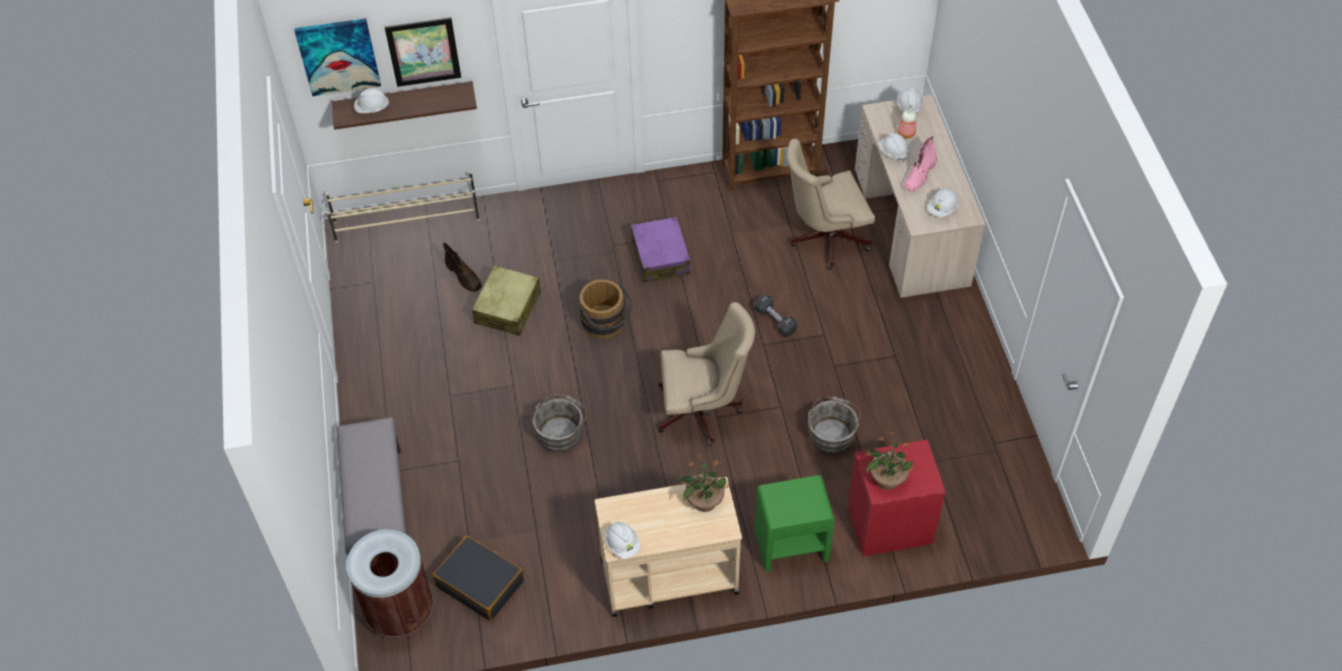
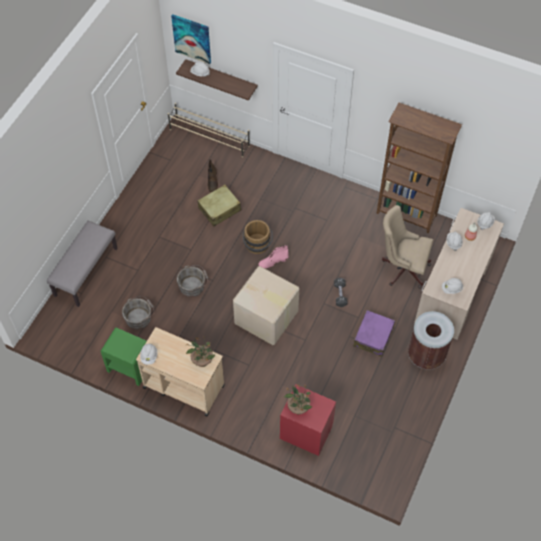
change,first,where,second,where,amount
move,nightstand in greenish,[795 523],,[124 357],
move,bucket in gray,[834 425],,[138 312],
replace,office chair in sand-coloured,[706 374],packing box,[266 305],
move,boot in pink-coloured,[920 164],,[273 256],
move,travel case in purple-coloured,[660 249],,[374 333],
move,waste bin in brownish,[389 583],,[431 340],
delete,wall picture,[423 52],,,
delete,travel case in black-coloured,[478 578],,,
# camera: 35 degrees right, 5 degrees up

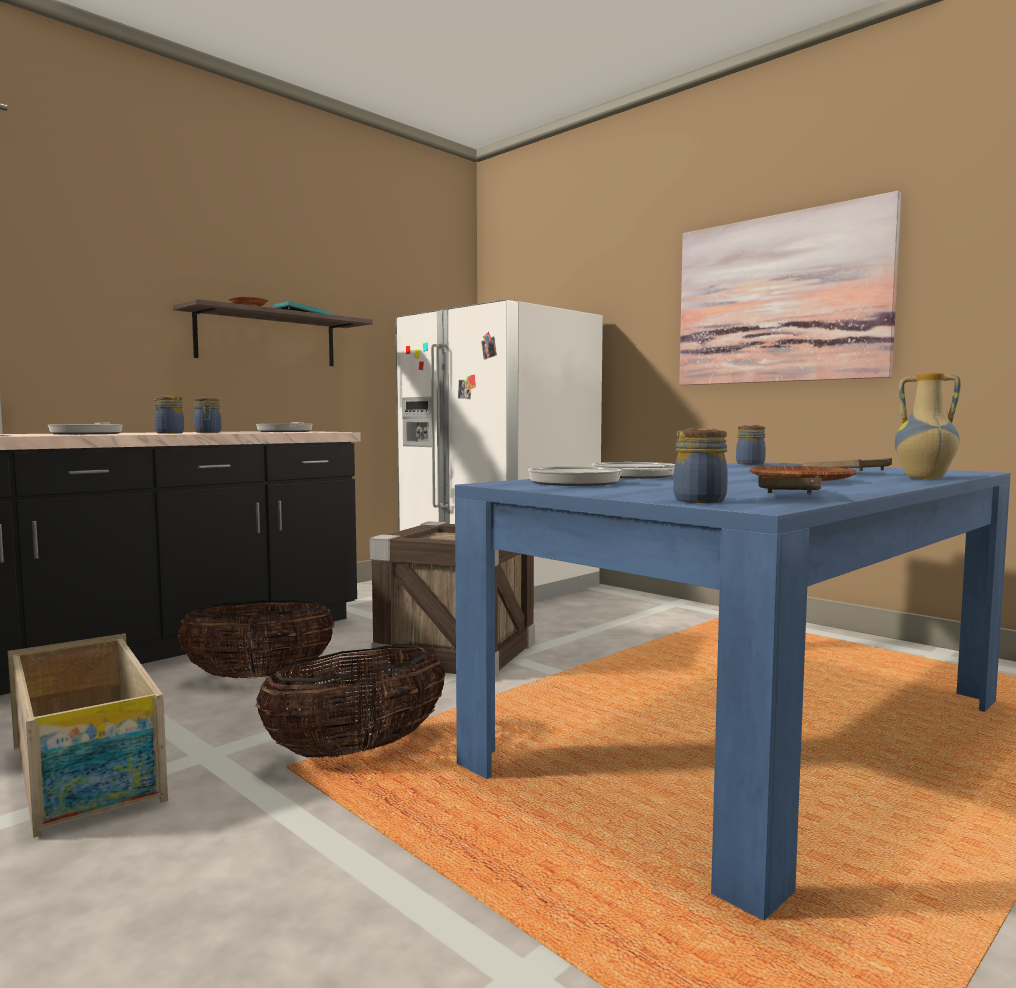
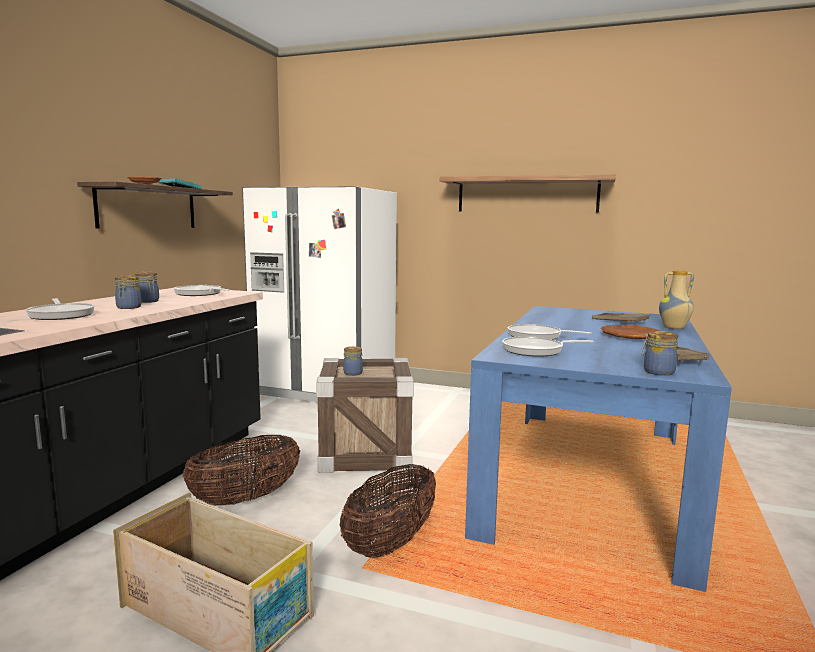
change,first,where,second,where,amount
move,preserve jar,[751 445],,[353 361],
replace,wall picture,[790 288],bracket shelf,[528 193],
# camera: 25 degrees left, 5 degrees up

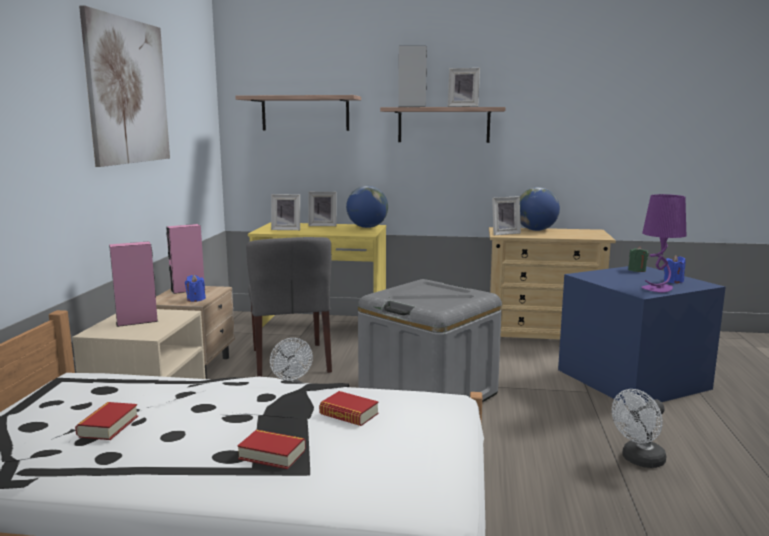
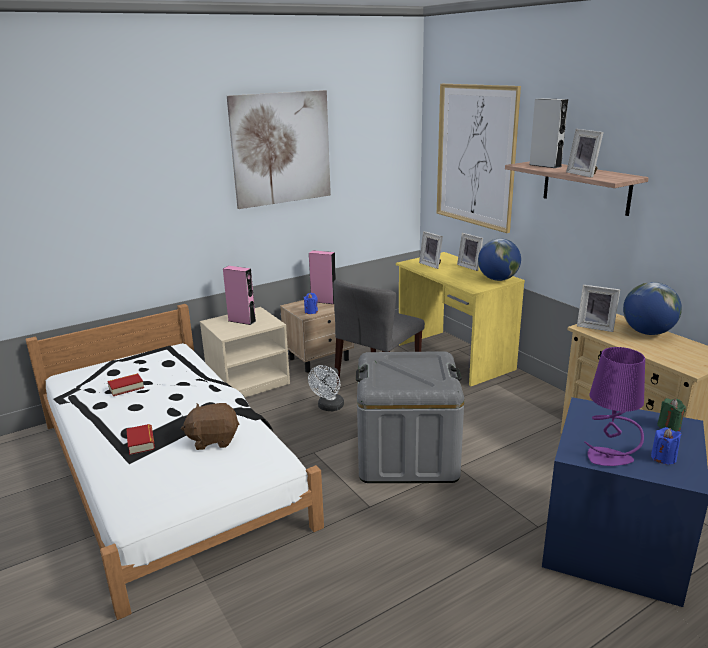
change,first,where,second,where,amount
replace,volume,[349 408],cuddly toy in brownish,[210 426],
replace,bracket shelf,[298 113],wall picture,[479 158],
delete,fan in white-coloured,[639 428],,,
# camera: 50 degrees right, 10 degrees up

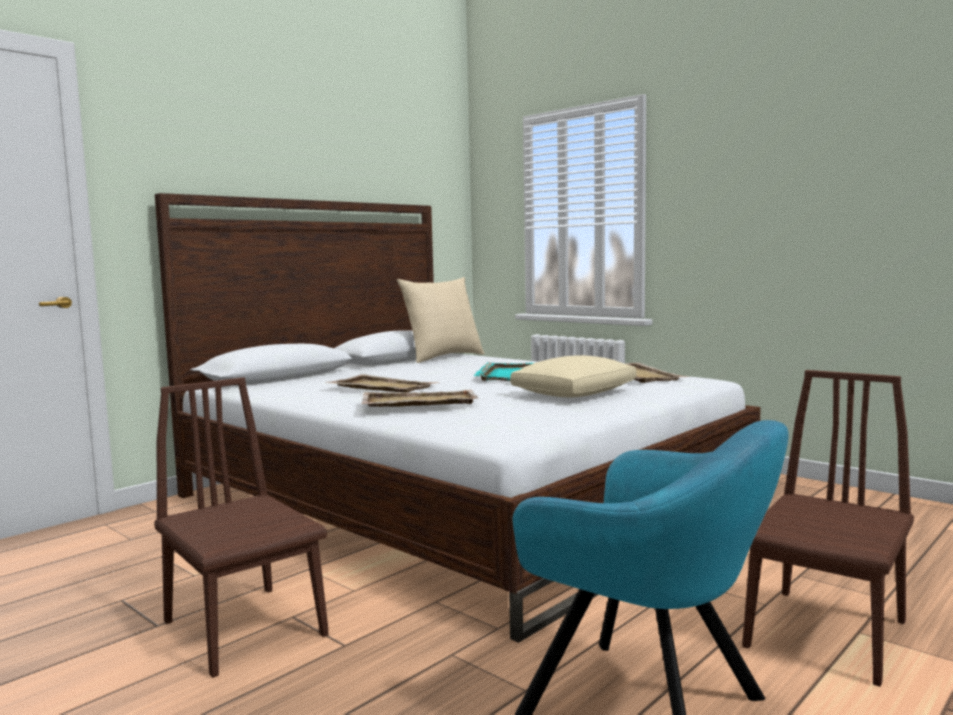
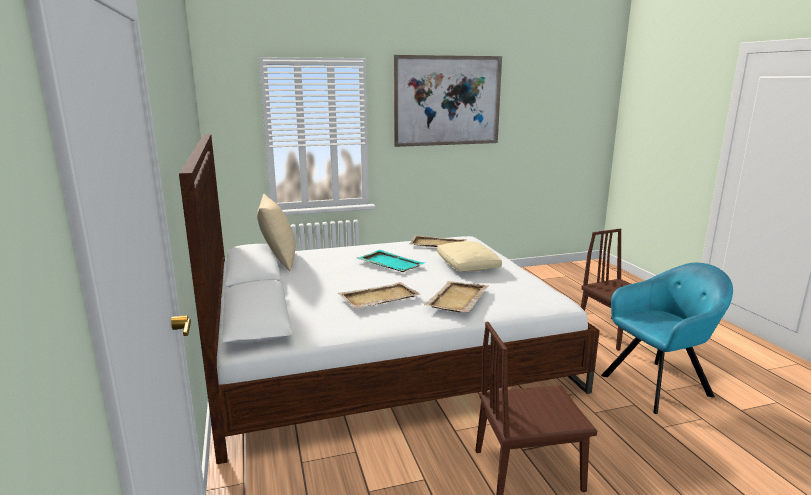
change,first,where,second,where,amount
insert,,,wall picture,[448 101],
# camera: 60 degrees left, 10 degrees up

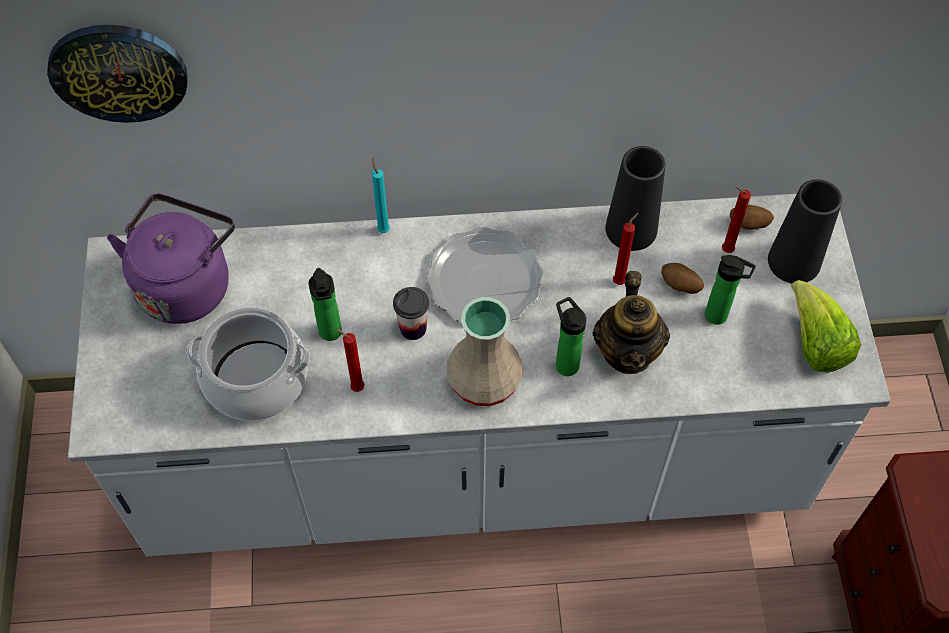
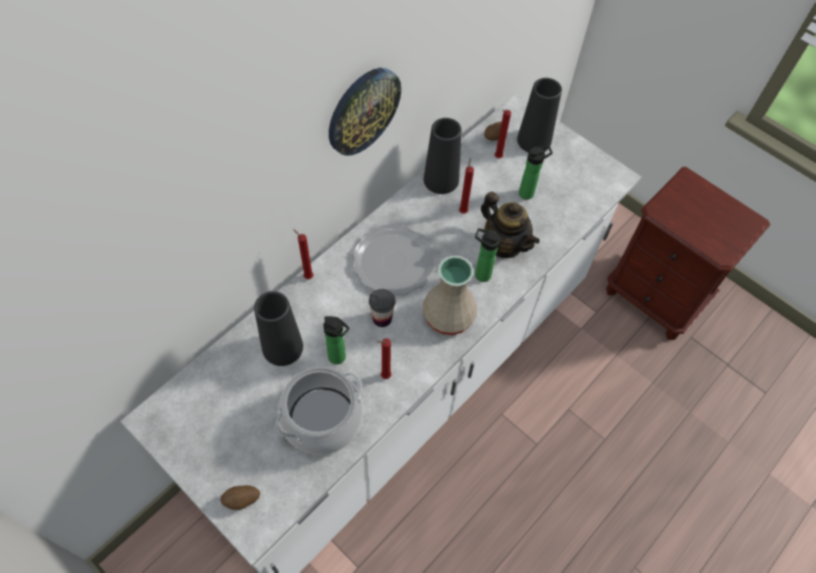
change,first,where,second,where,amount
move,spud,[682 278],,[240 497],
insert,,,vase in black-coloured,[278 328],
recolor,wax light in turquoise,[381 195],wax light in red-coloured,[303 254],
move,hanging clock,[117 74],,[365 112],
delete,water kettle in purple-coloured,[171 259],,,
delete,head of lettuce,[826 326],,,
# camera: 45 degrees left, 0 degrees up

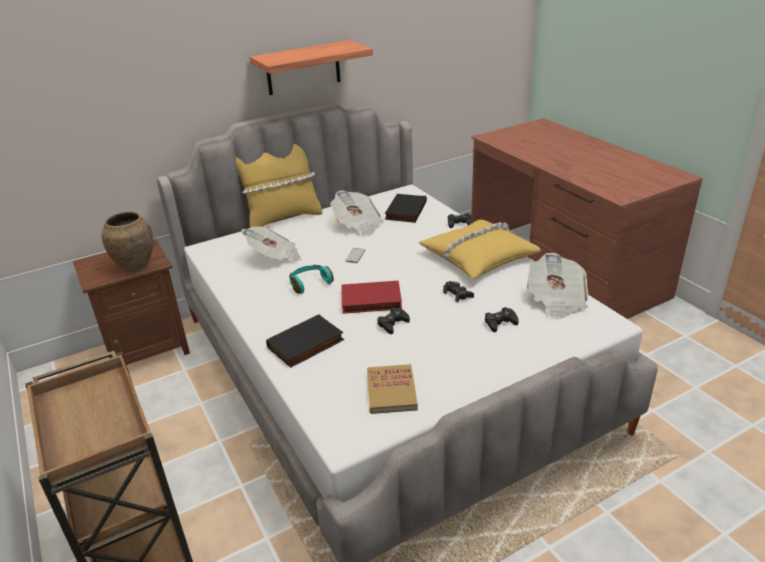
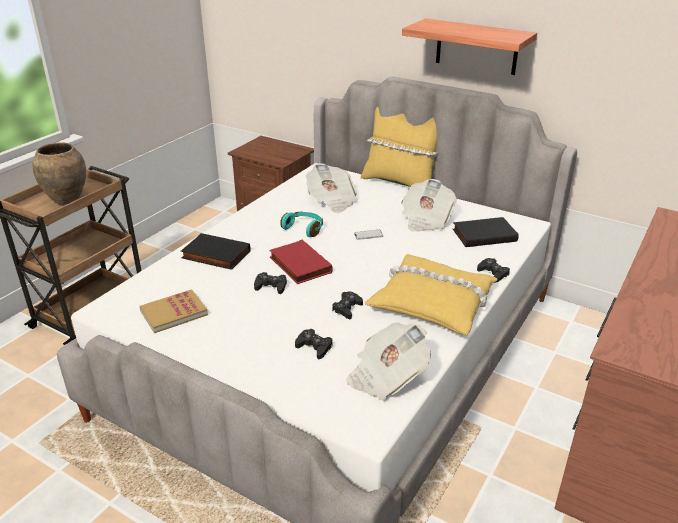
change,first,where,second,where,amount
move,vase in brownish,[127 242],,[59 173],
# camera: 60 degrees right, 0 degrees up

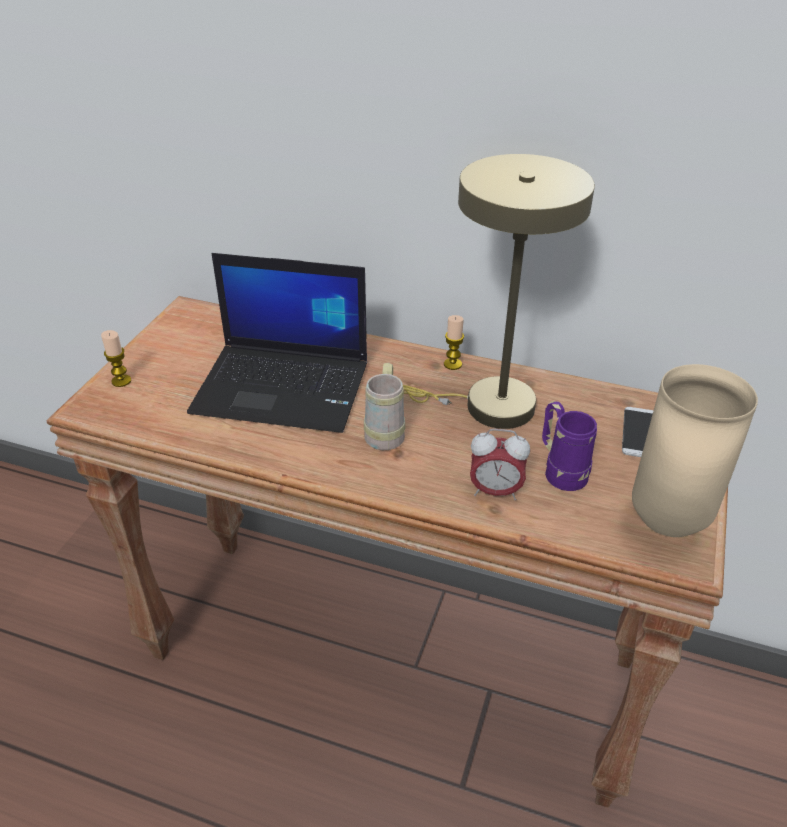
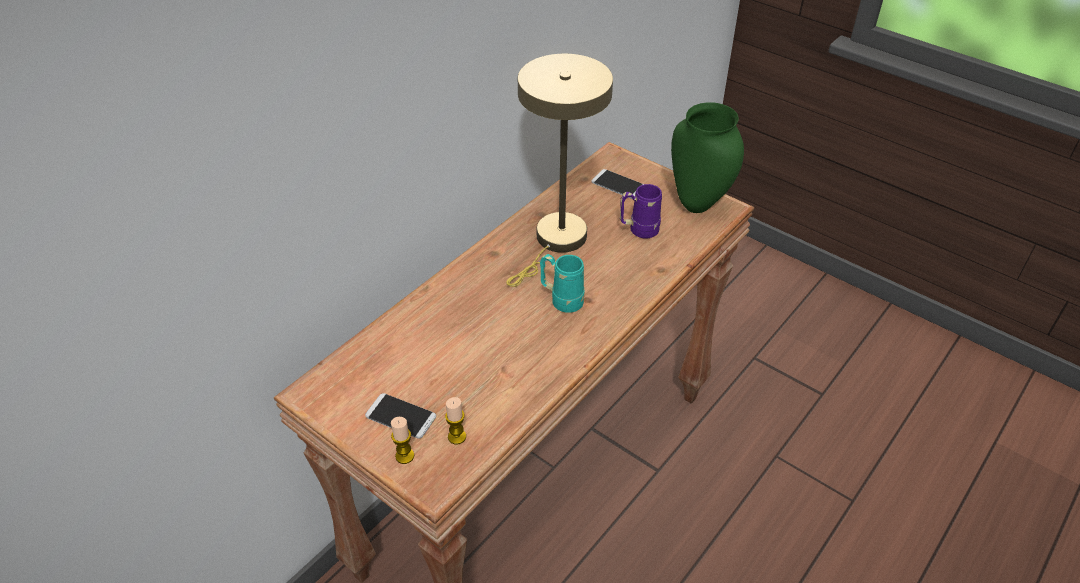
change,first,where,second,where,amount
insert,,,phone,[400 416],
move,wax light,[454 342],,[455 421],
recolor,tea mug in sand-coloured,[384 406],tea mug in turquoise,[562 283],
recolor,vase in sand-coloured,[695 450],vase in greenish,[707 157],
delete,portable computer,[277 343],,,
delete,table clock,[500 464],,,
# camera: 70 degrees left, 5 degrees up

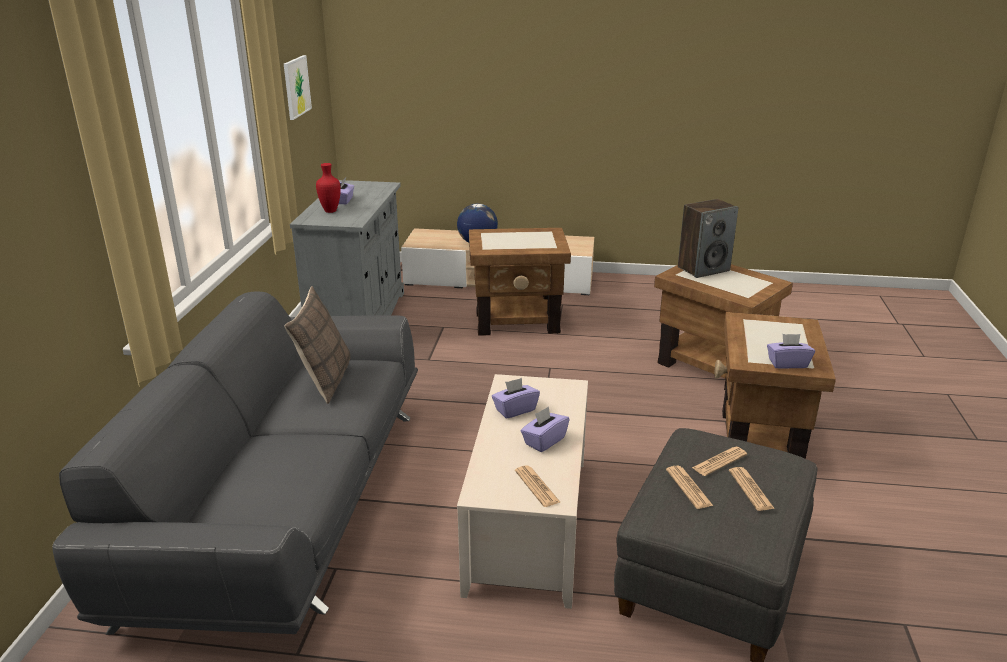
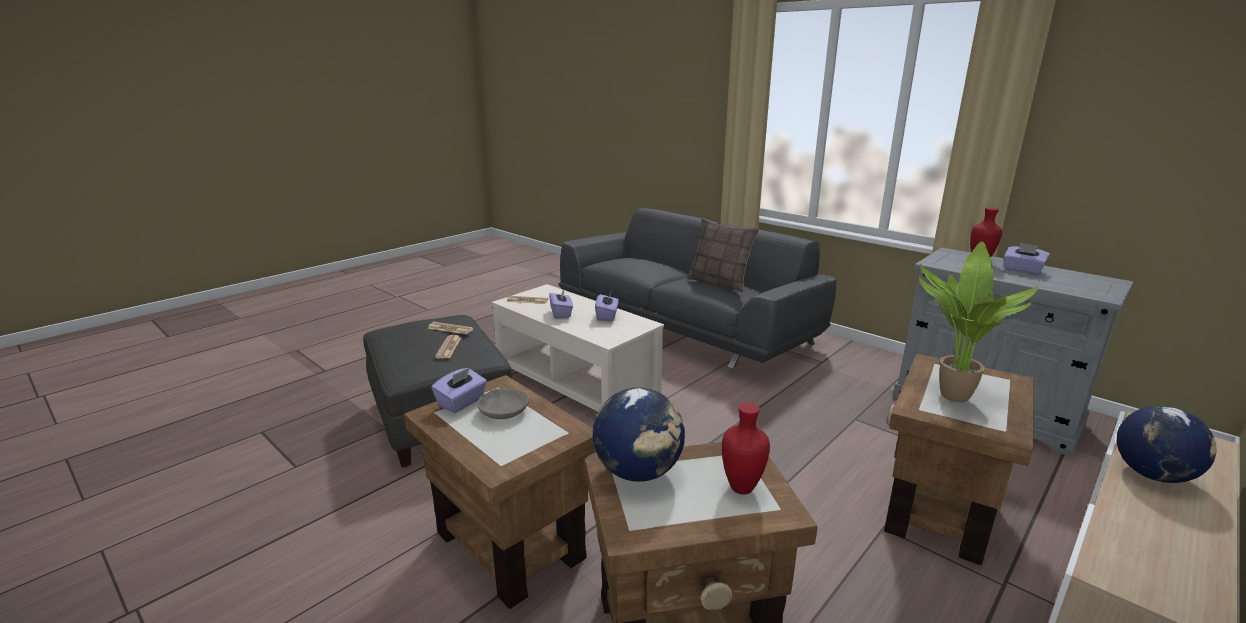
change,first,where,second,where,amount
insert,,,serving bowl in gray,[503 403],
insert,,,desk globe,[639 434],
replace,audio speaker,[708 238],vase in red-coloured,[746 449],
insert,,,plant in a pot,[978 321],
delete,wall picture,[298 87],,,
delete,printed paper,[752 489],,,
# camera: 125 degrees right, 5 degrees down

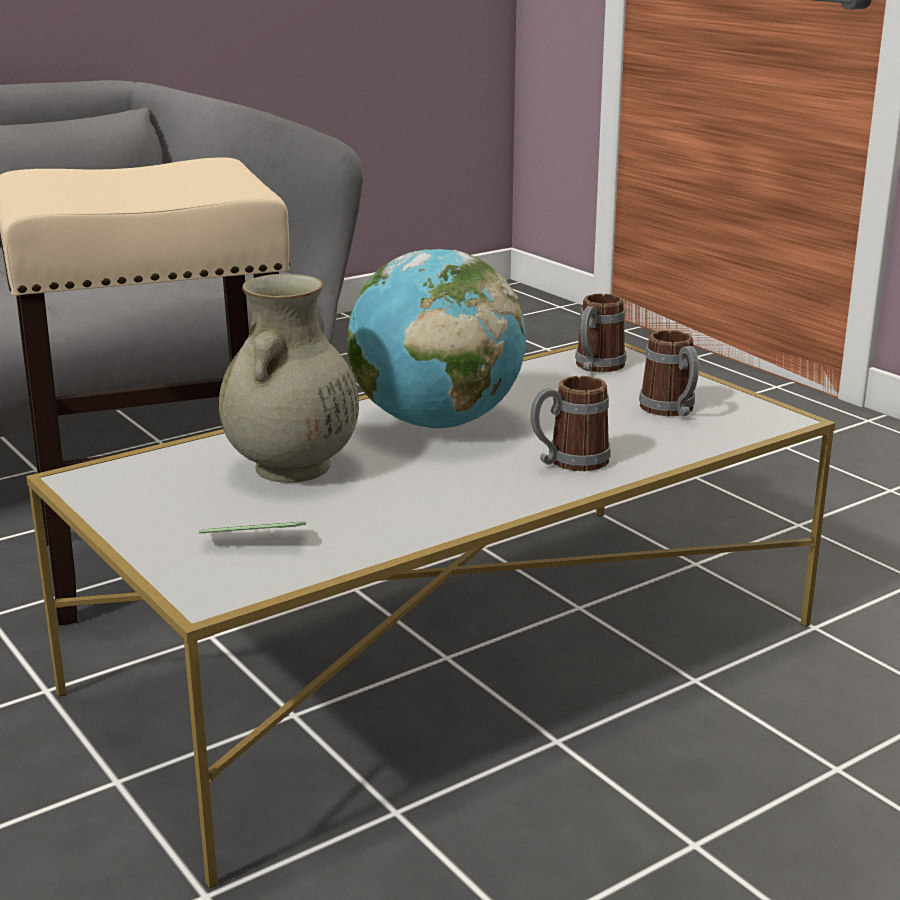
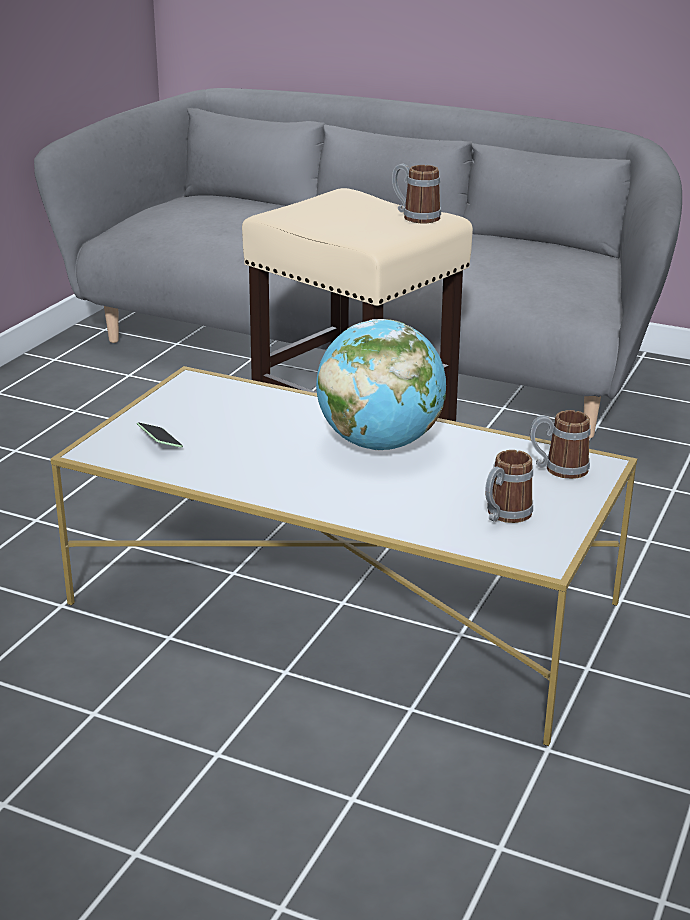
change,first,where,second,where,amount
move,tea mug,[570 423],,[416 193],
delete,vase in sand-coloured,[289 378],,,
# camera: 60 degrees right, 5 degrees up

